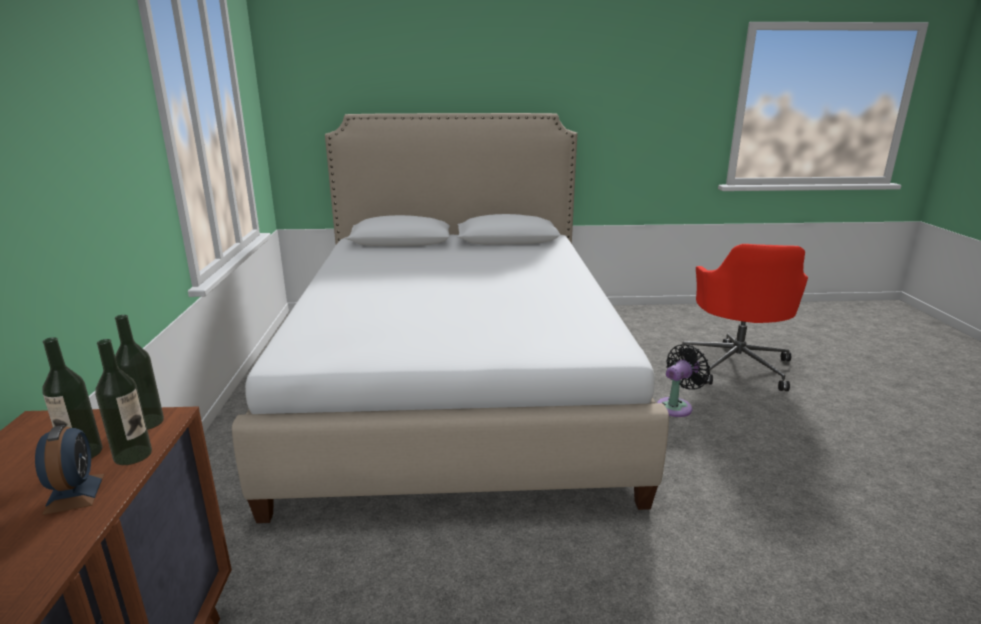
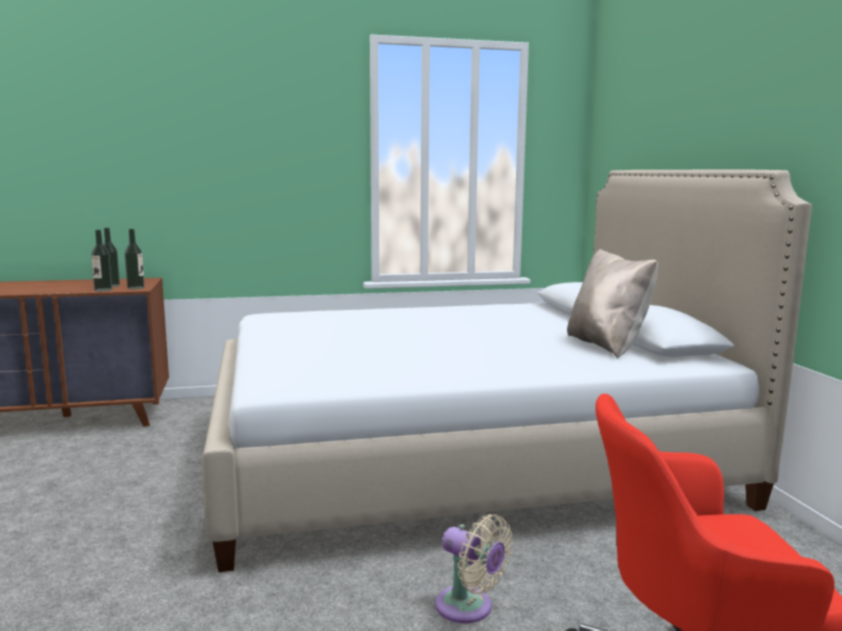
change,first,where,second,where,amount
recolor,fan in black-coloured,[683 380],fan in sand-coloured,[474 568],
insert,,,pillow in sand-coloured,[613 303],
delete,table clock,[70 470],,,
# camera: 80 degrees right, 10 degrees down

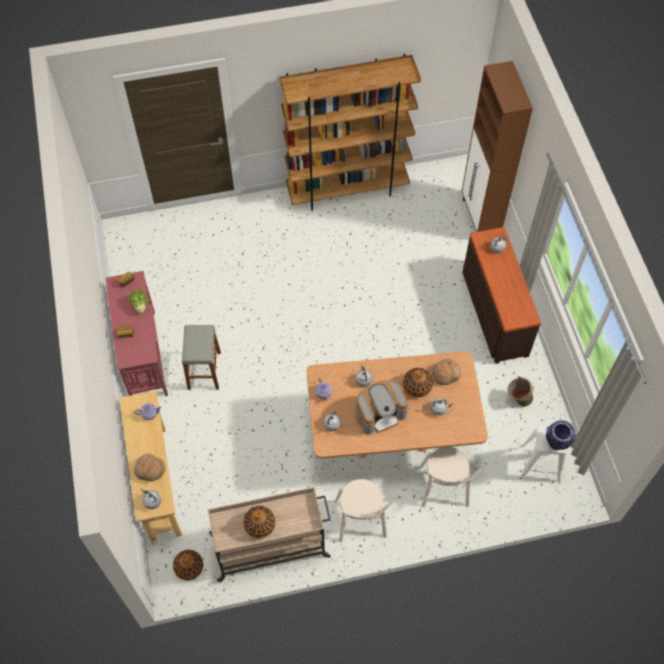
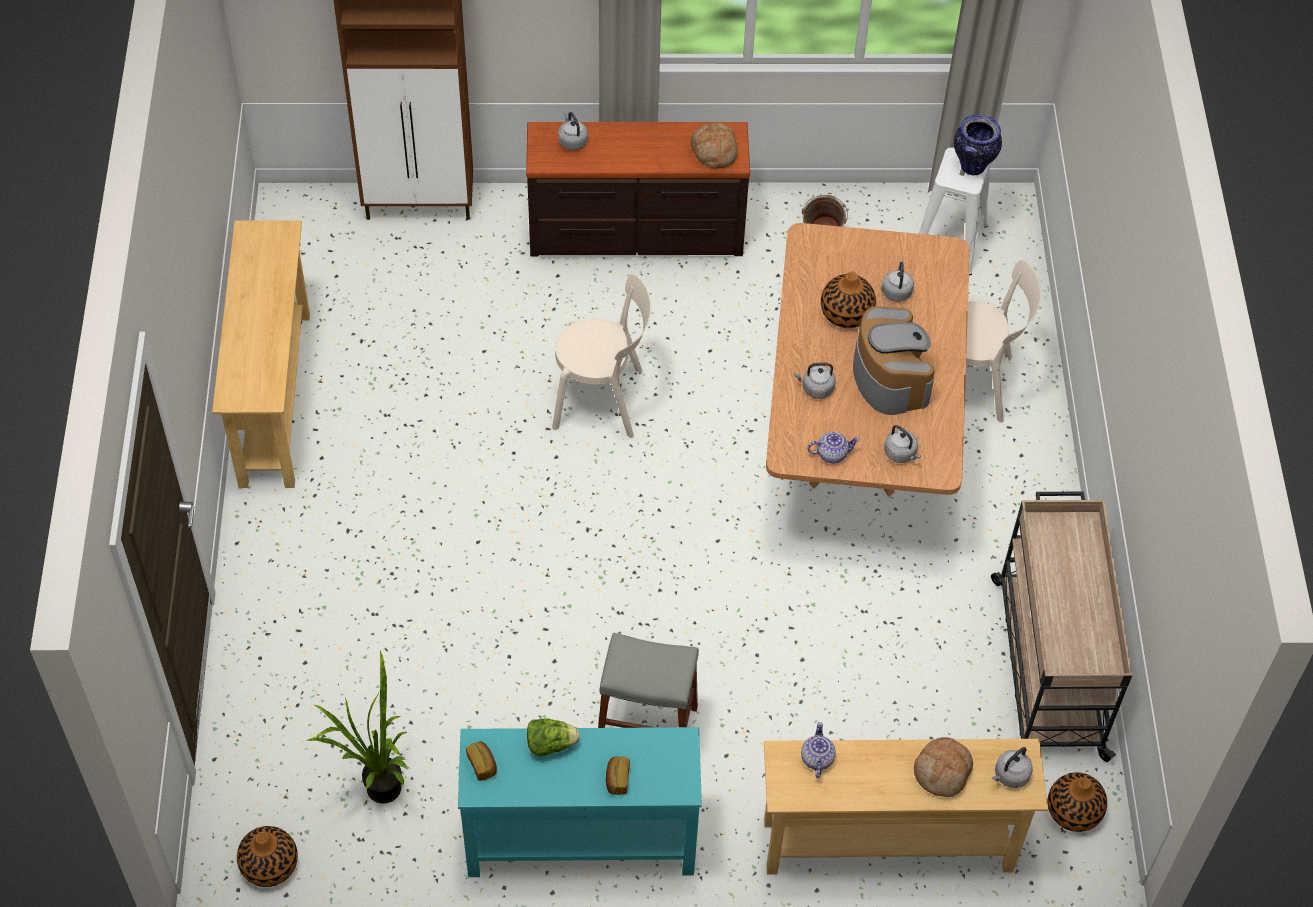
change,first,where,second,where,amount
replace,bookcase in brownish,[350 132],narrow table in sand-coloured,[261 354],
move,vase,[259 522],,[267 856],
insert,,,plant in a pot,[356 726],
recolor,narrow table in red-coloured,[136 333],narrow table in turquoise,[580 802],
move,upright chair in sand-coloured,[364 510],,[601 356],
move,bakery bread,[446 372],,[714 146],
# camera: 80 degrees left, 5 degrees down

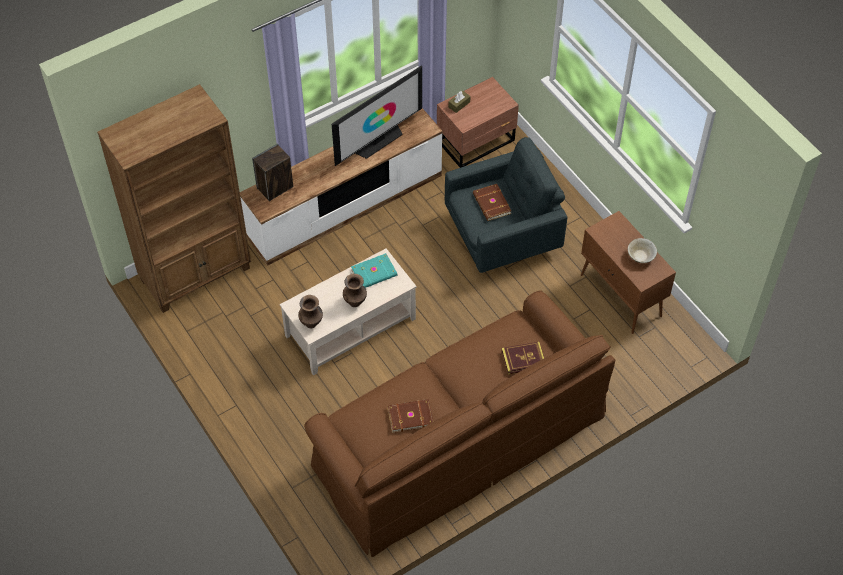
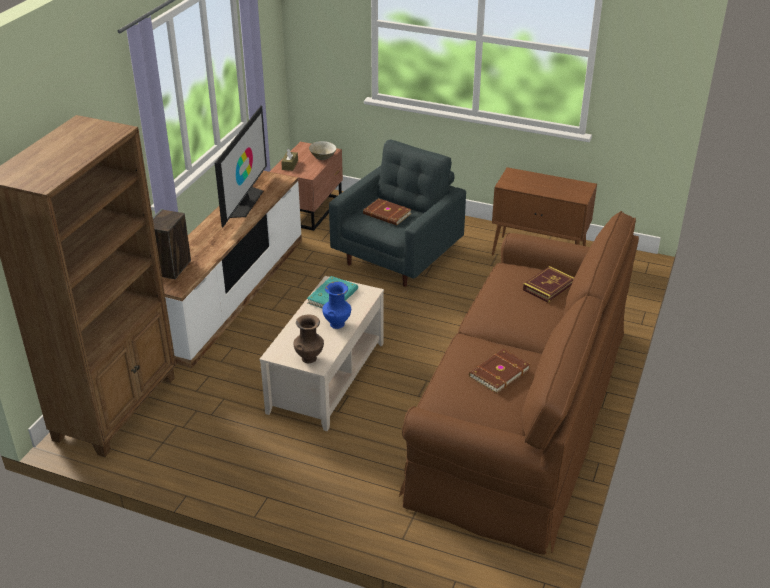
change,first,where,second,where,amount
move,serving bowl in sand-coloured,[642 250],,[323 150],
recolor,vase in brownish,[355 290],vase in blue-coloured,[336 305],
# camera: 35 degrees left, 20 degrees down

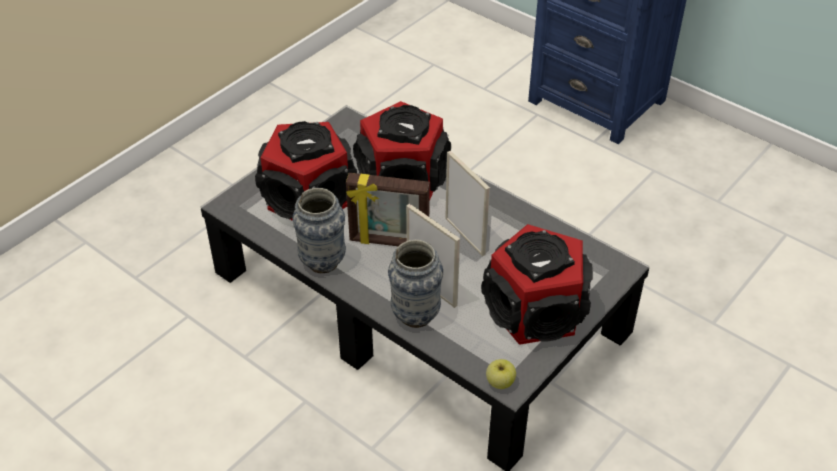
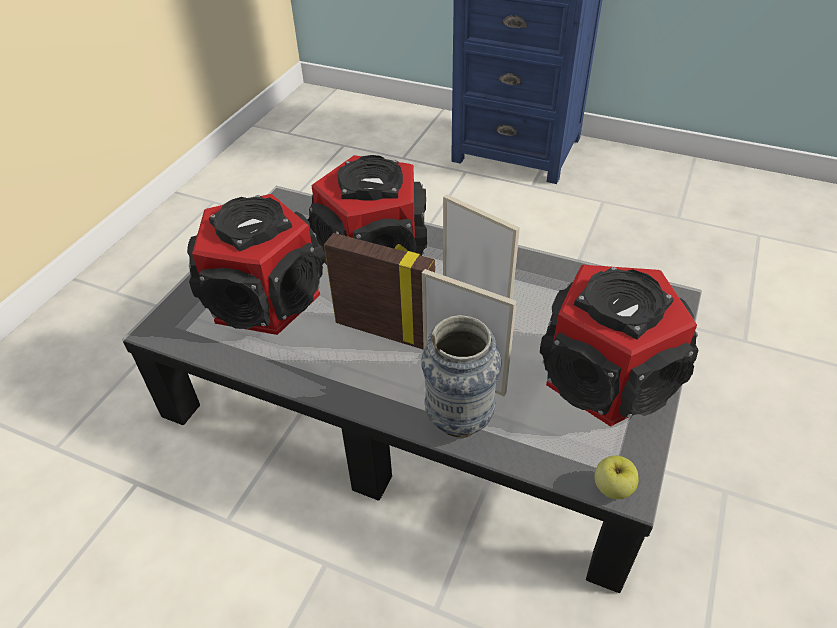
change,first,where,second,where,amount
rotate,photo frame,[388 209],,[380 291],150 degrees counterclockwise
delete,vase,[319 230],,,
# camera: 15 degrees left, 0 degrees up

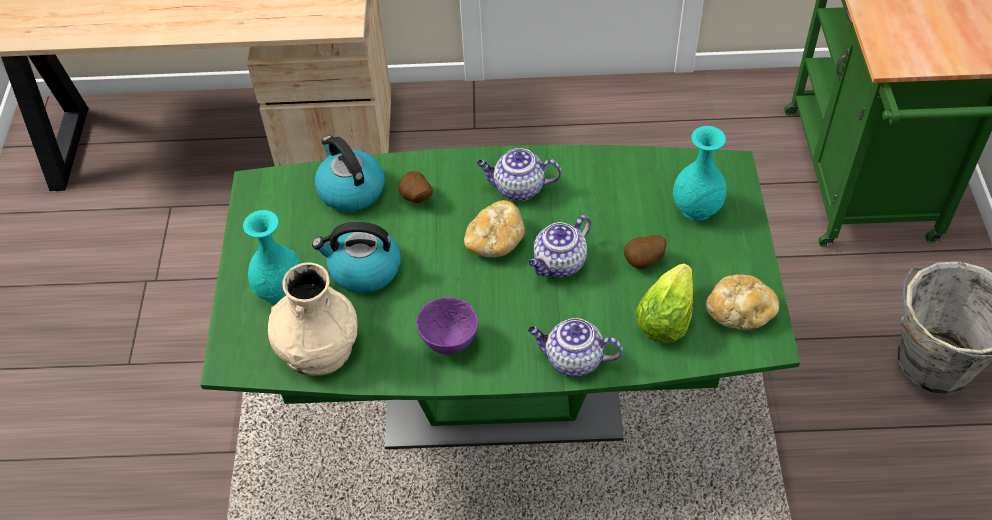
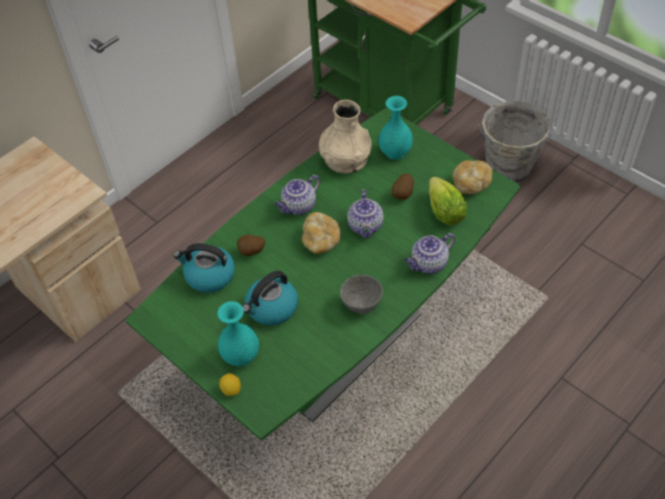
change,first,where,second,where,amount
insert,,,citrus fruit,[230 384],
move,vase in sand-coloured,[313 319],,[345 137],
recolor,serving bowl in purple-coloured,[447 326],serving bowl in gray,[361 294],
# camera: 45 degrees left, 0 degrees up

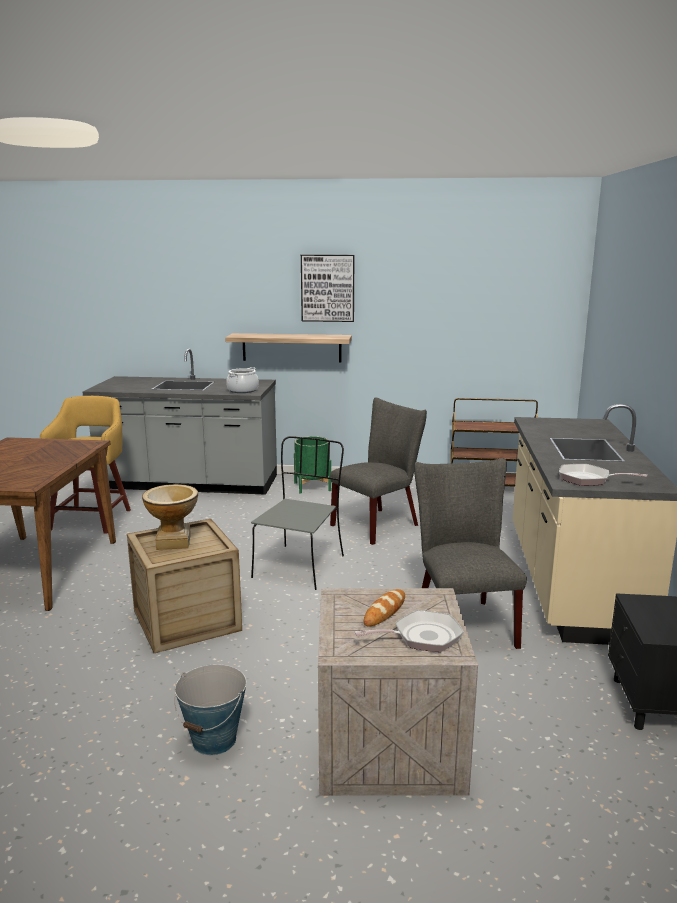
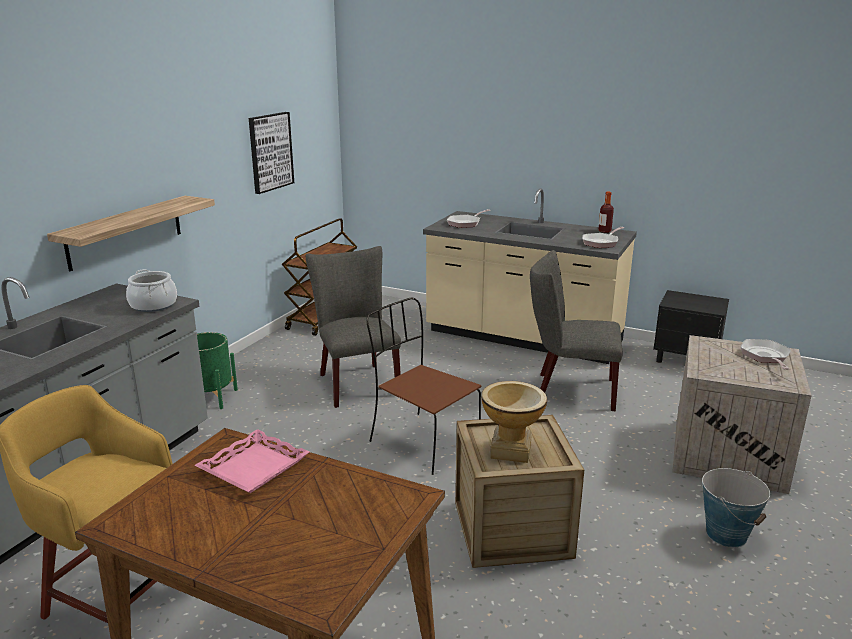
change,first,where,second,where,amount
insert,,,carrying tray in pink-coloured,[252 461],
move,wall picture,[327 288],,[271 153],
recolor,upright chair in gray,[297 513],upright chair in brownish,[424 386],
insert,,,pan,[469 218],
insert,,,drink bottle,[606 212],
delete,bakery bread,[384 608],,,
# camera: 70 degrees left, 5 degrees up

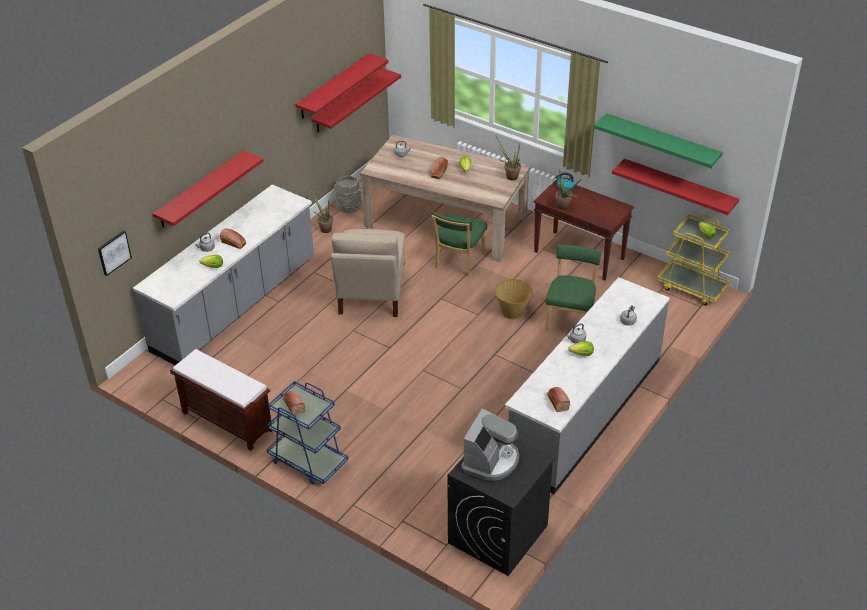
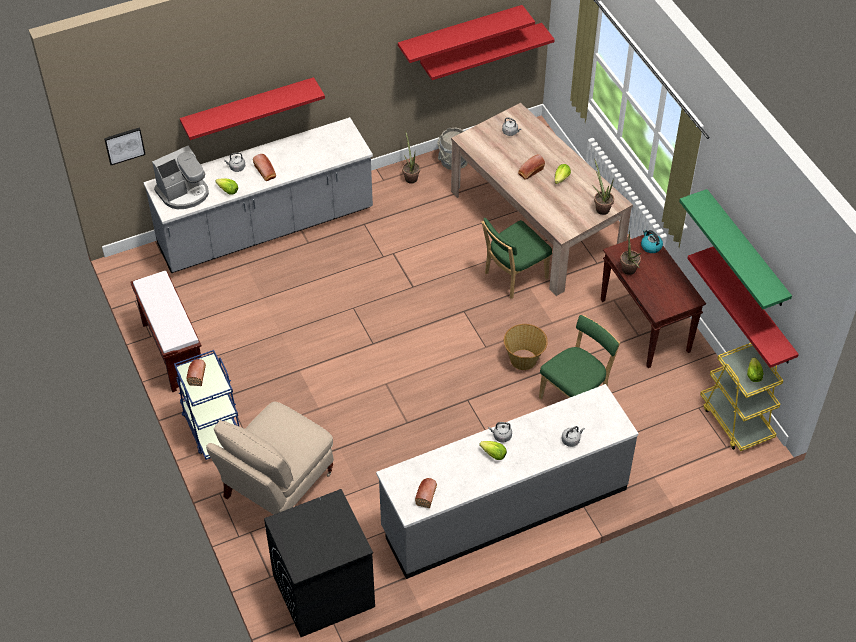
change,first,where,second,where,amount
move,coffee machine,[490 444],,[180 177],
move,upright chair in sand-coloured,[368 273],,[270 458],
# camera: 30 degrees right, 10 degrees up

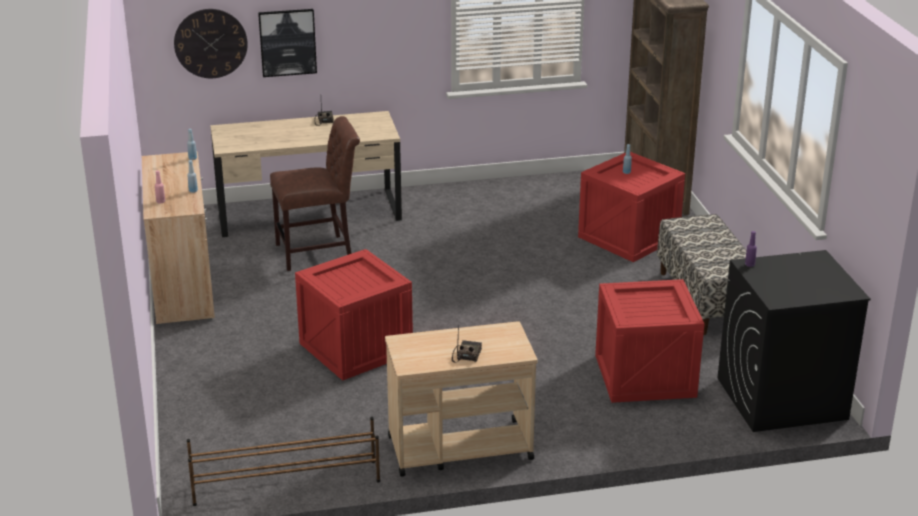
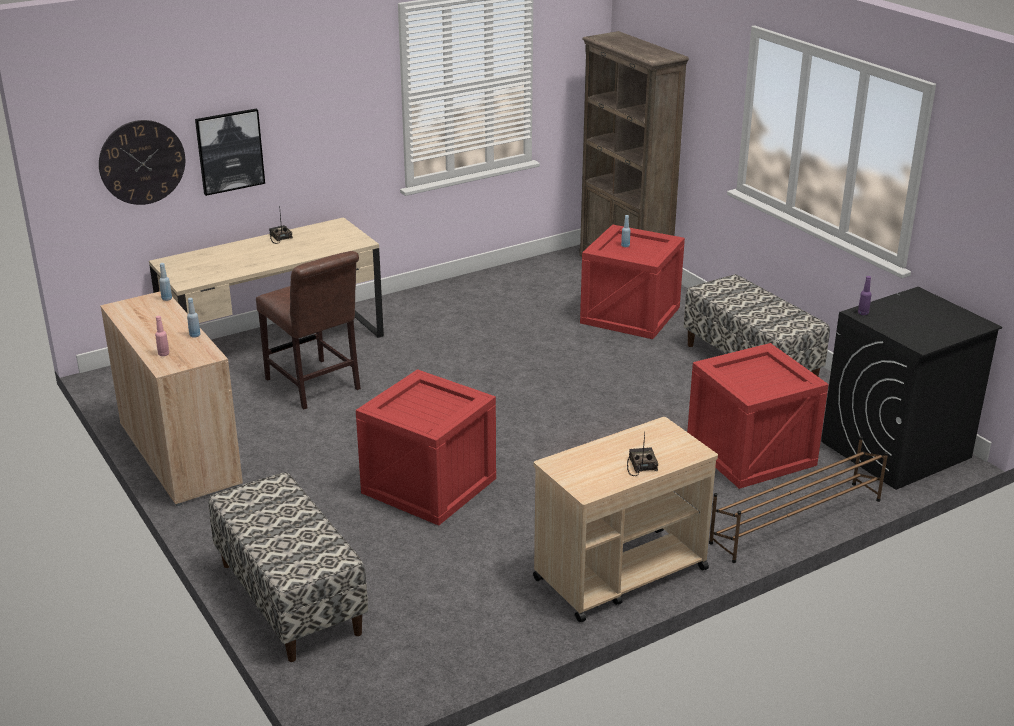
change,first,where,second,where,amount
insert,,,bench,[288 567],
rotate,upright chair in brownish,[315 193],,[308 330],90 degrees clockwise
move,shoe shelf in brownish,[283 461],,[798 499],
# camera: 20 degrees left, 0 degrees up

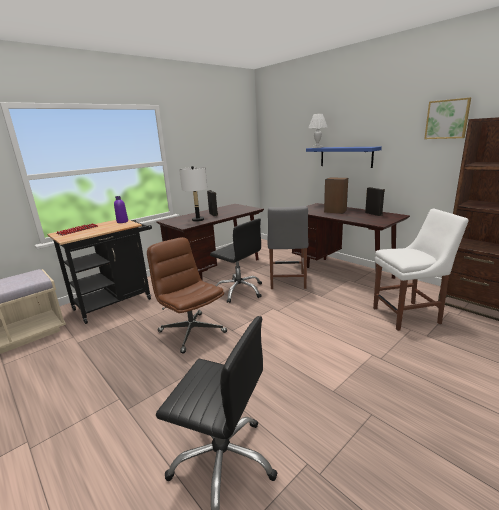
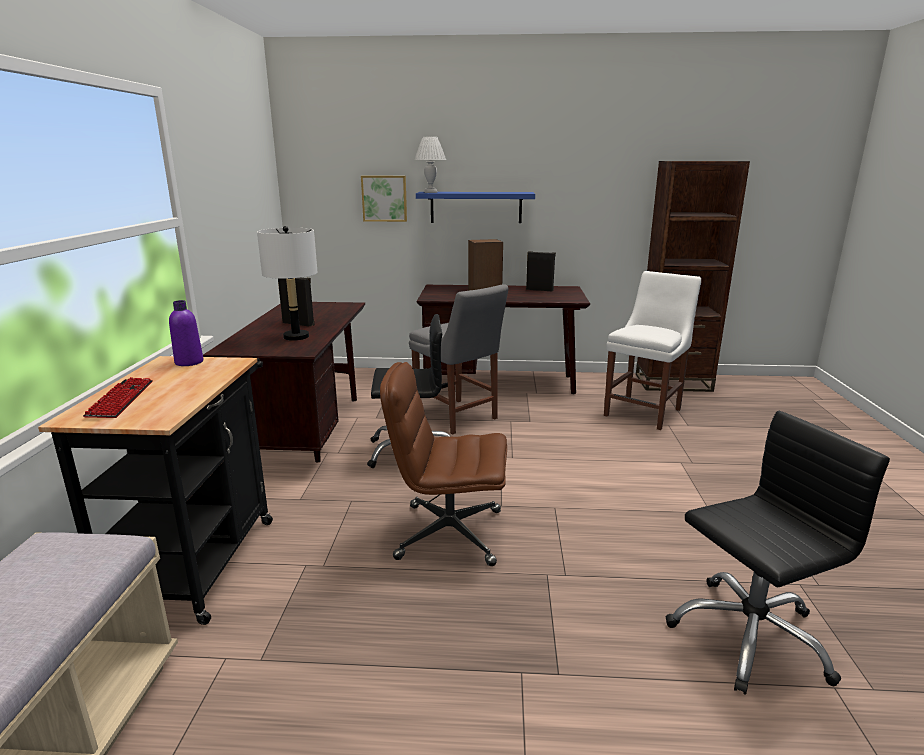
change,first,where,second,where,amount
move,wall picture,[447 118],,[384 199],
# camera: 45 degrees left, 0 degrees up

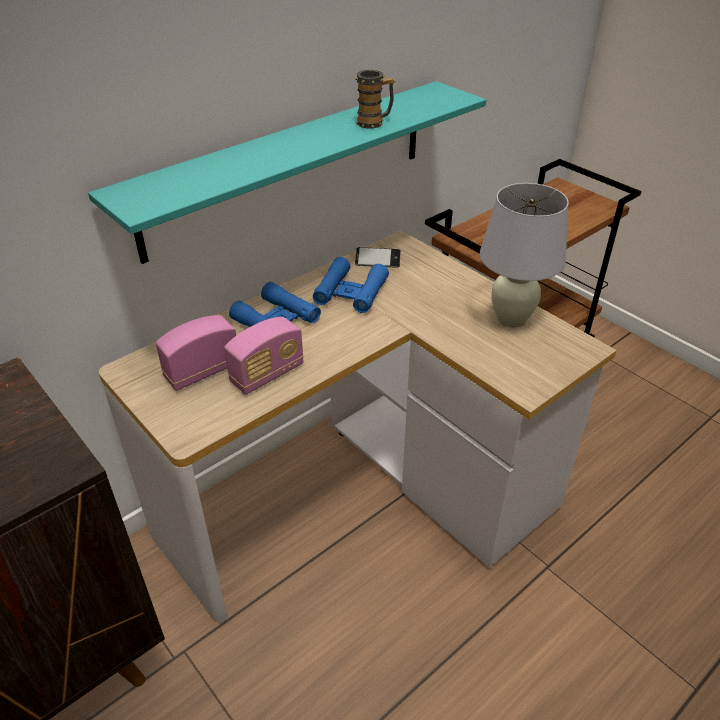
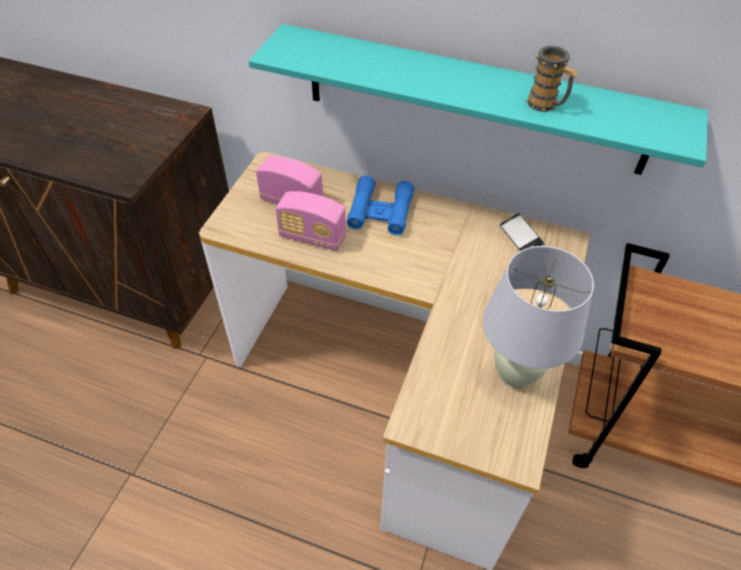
change,first,where,second,where,amount
delete,pair of binoculars in blue-coloured,[351 285],,,
# camera: 60 degrees right, 10 degrees up

